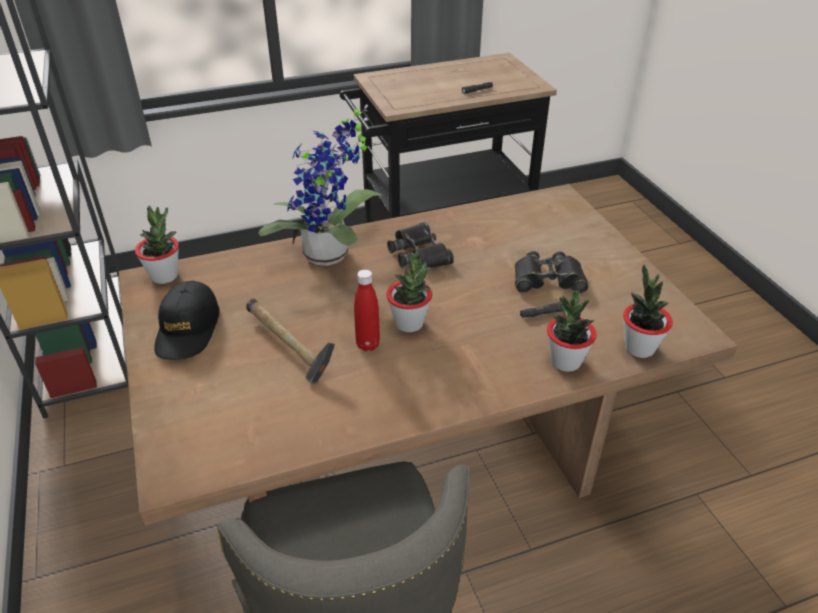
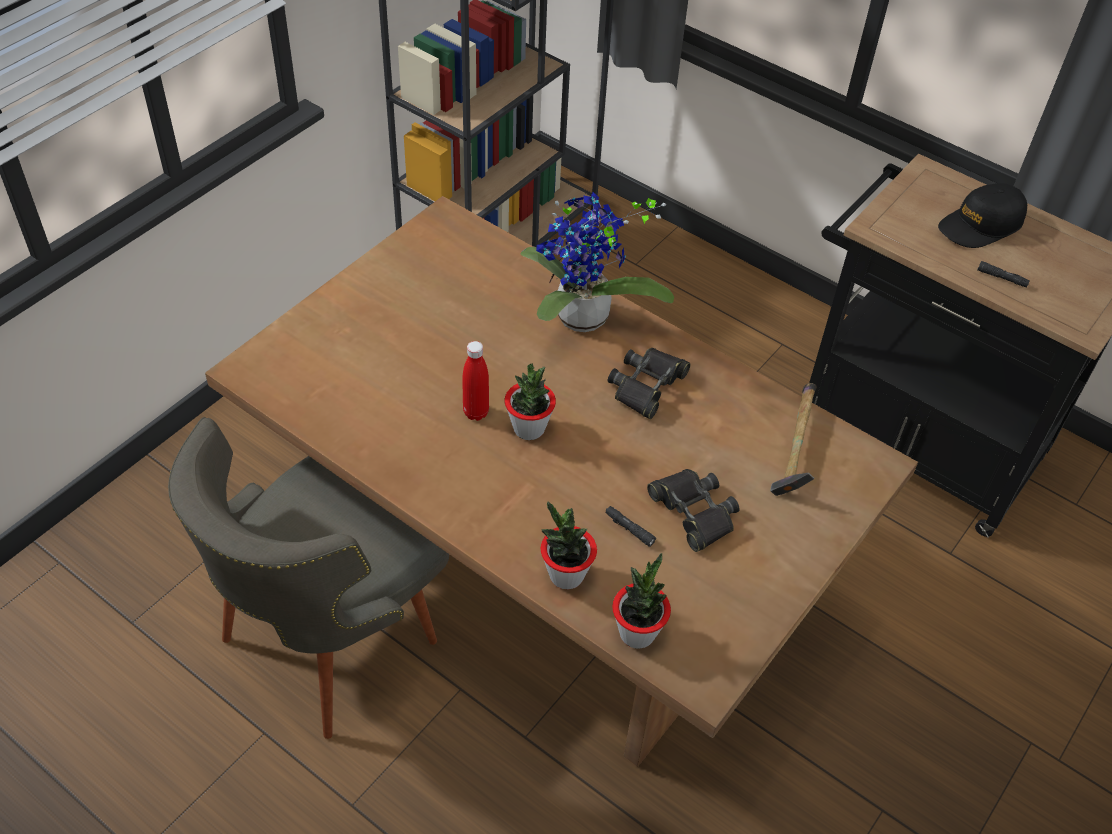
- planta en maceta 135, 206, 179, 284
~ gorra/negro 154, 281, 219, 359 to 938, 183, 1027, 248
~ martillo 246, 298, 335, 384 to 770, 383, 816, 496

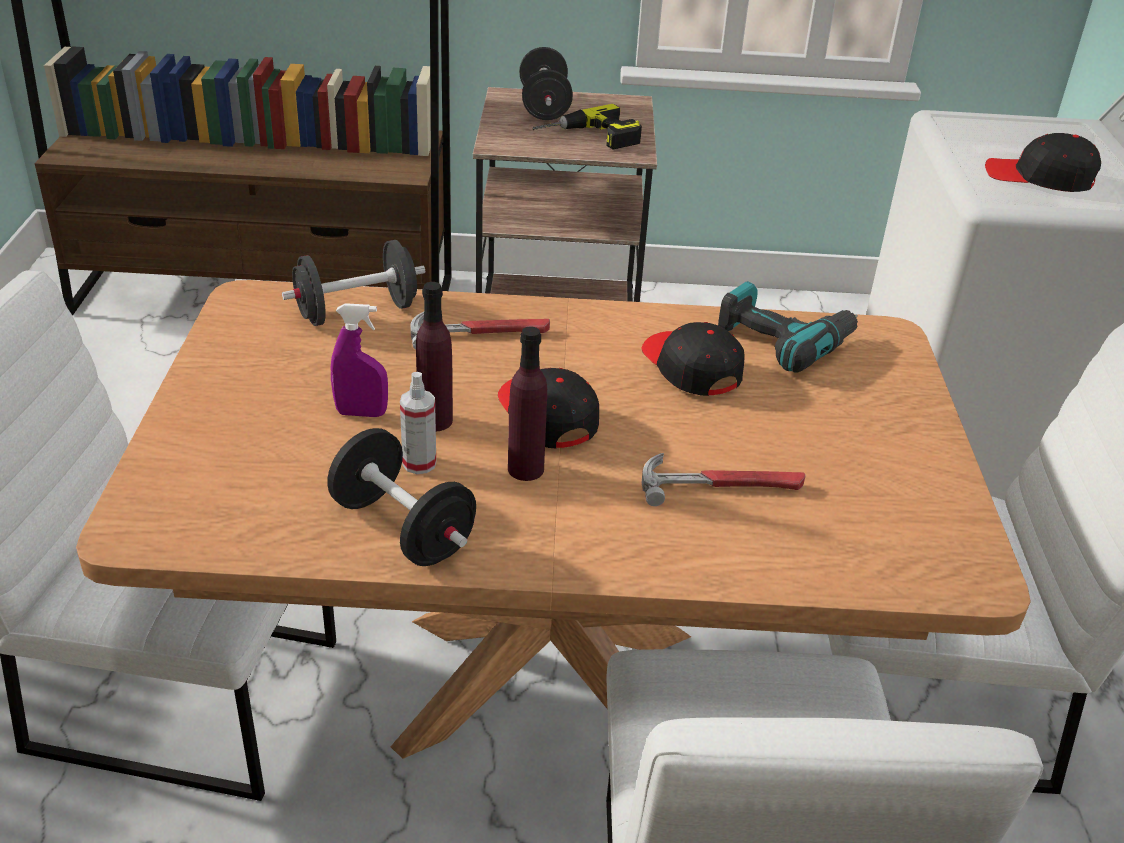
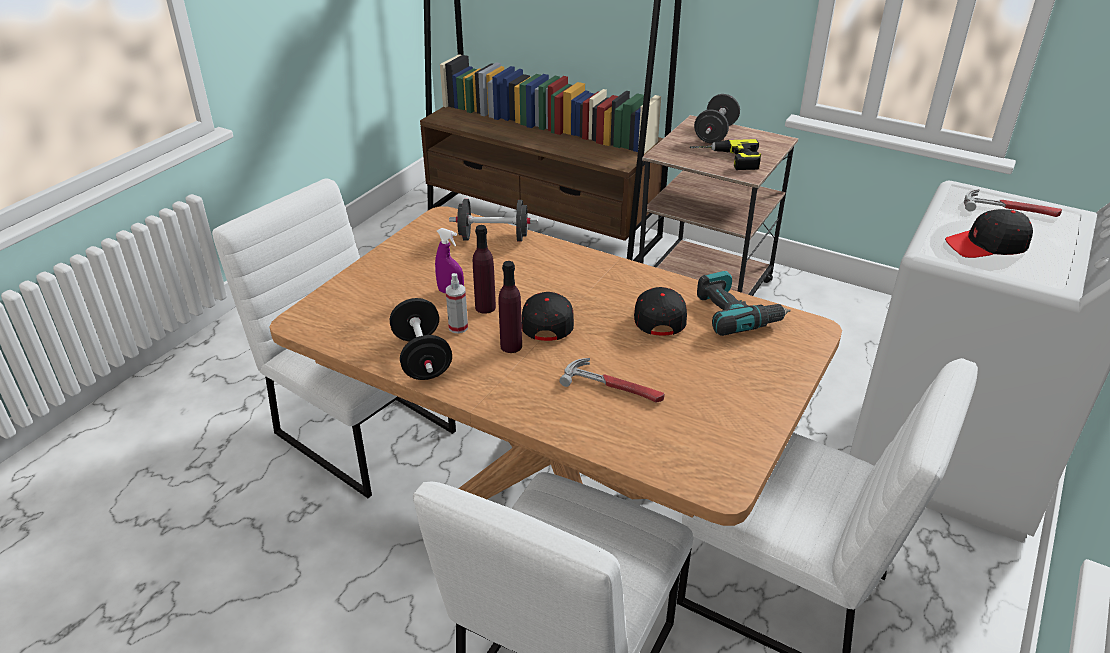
~ martillo 410, 312, 550, 350 to 964, 189, 1062, 217
~ gorra/negro 985, 133, 1101, 192 = 945, 209, 1033, 258 60 degrees counterclockwise

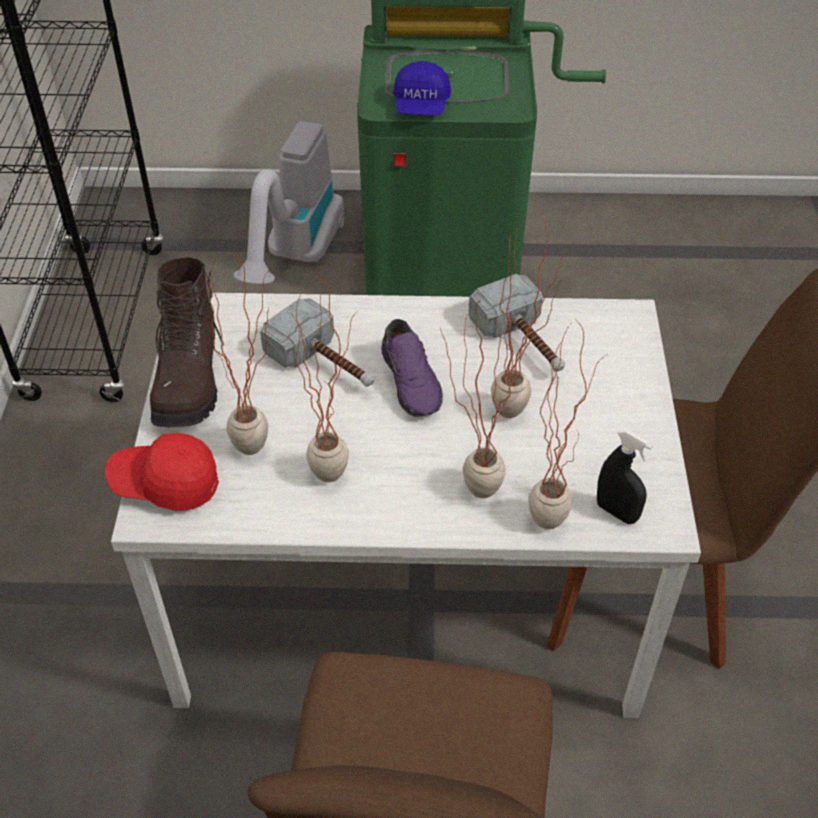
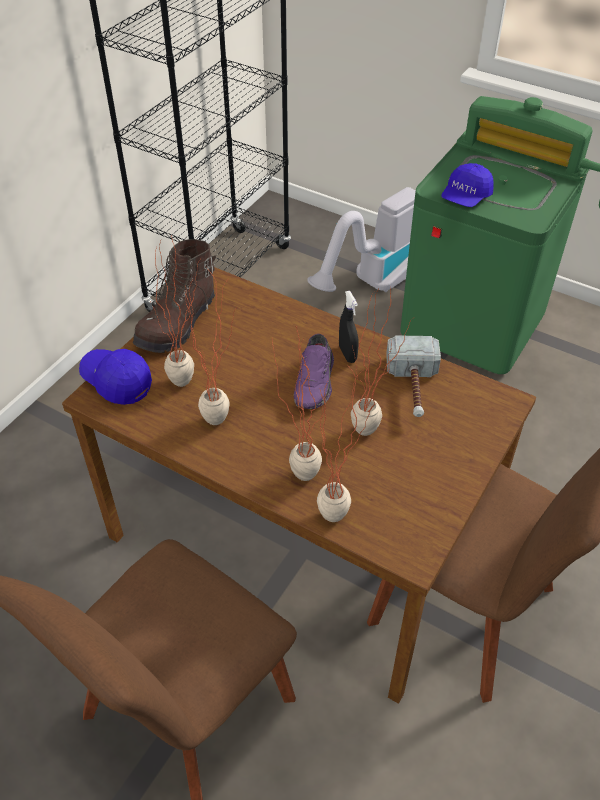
~ gorra/rojo 105, 433, 219, 511 to gorra/azul 79, 349, 152, 405
~ mesa de comedor/blanco 111, 293, 701, 718 to mesa de comedor/marrón 62, 267, 536, 704
- martillo 260, 298, 374, 387
~ pulverizador/negro 597, 429, 653, 524 to 339, 291, 359, 363

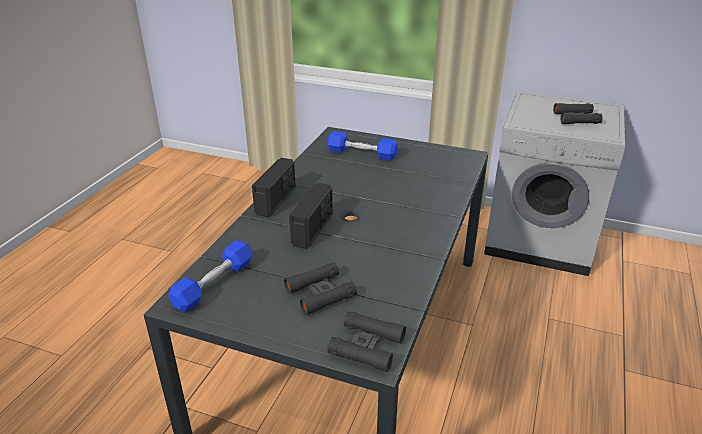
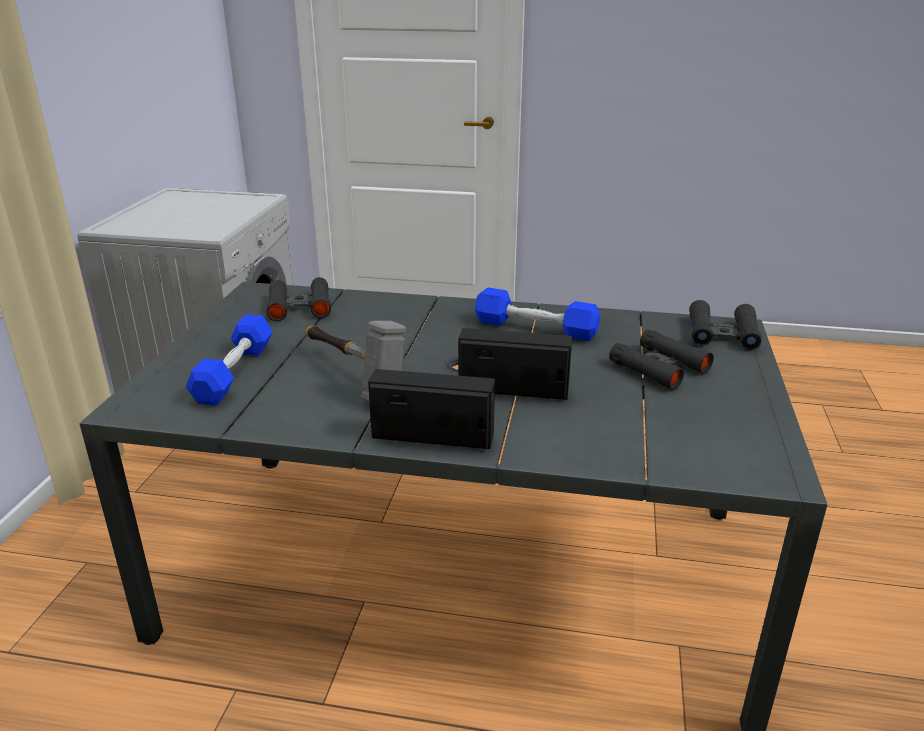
~ mancuerna/azul 168, 240, 252, 313 to 475, 288, 600, 341
~ prismáticos/negro 553, 103, 603, 124 to 266, 277, 331, 321
+ martillo 306, 321, 406, 402

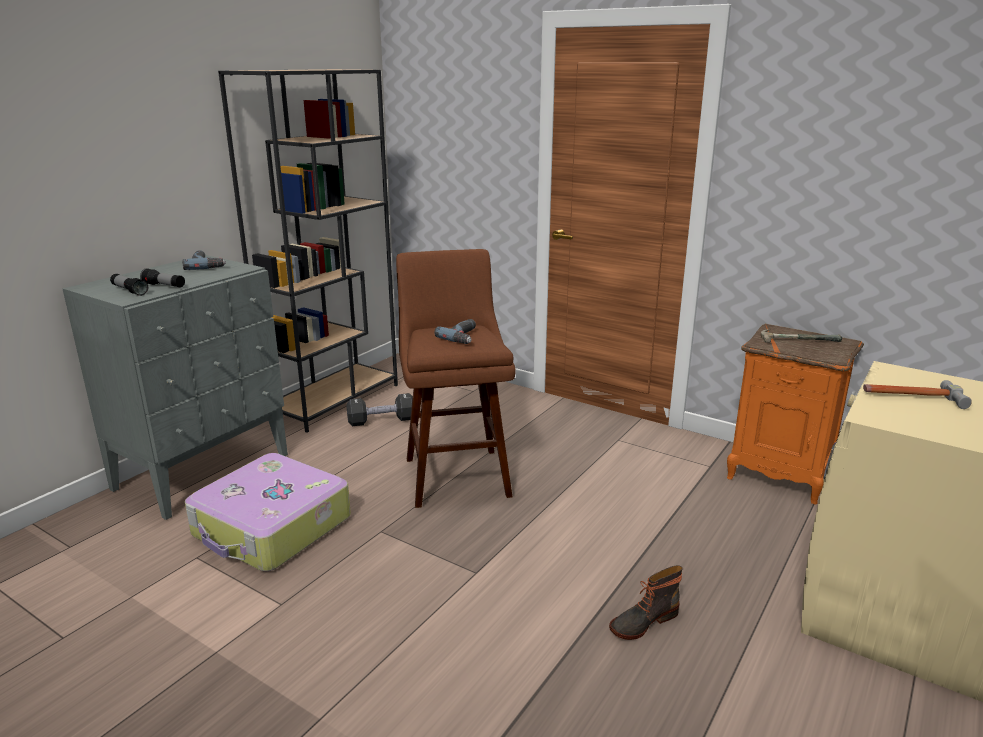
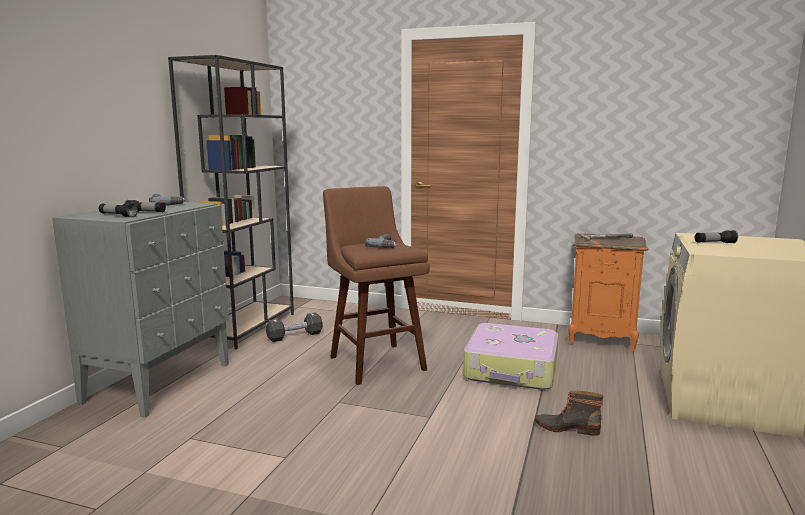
~ maleta 185, 453, 351, 571 to 463, 323, 559, 390
~ bota 609, 565, 683, 640 = 535, 391, 603, 436 60 degrees clockwise
~ martillo 863, 380, 972, 409 to linterna 695, 230, 738, 243

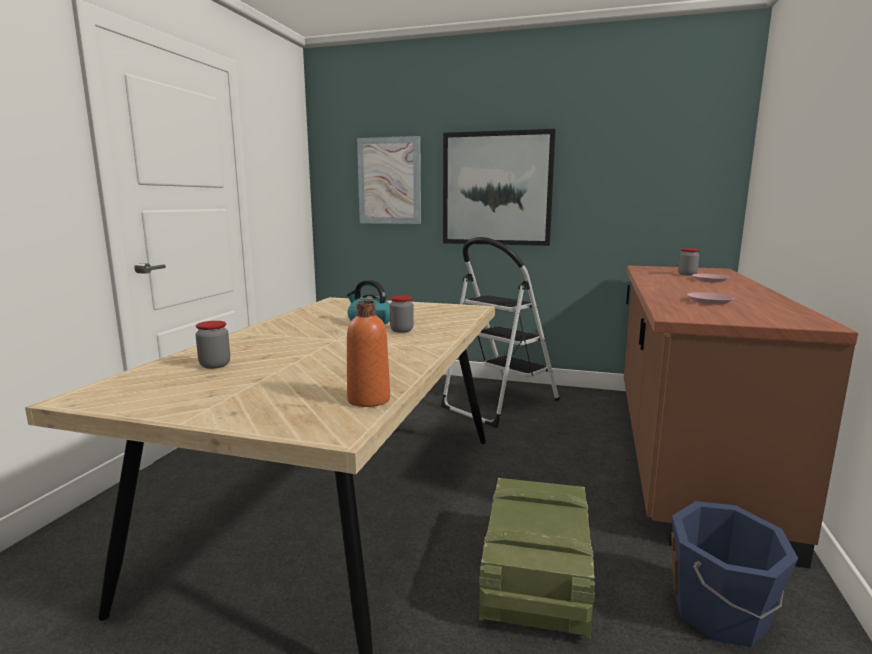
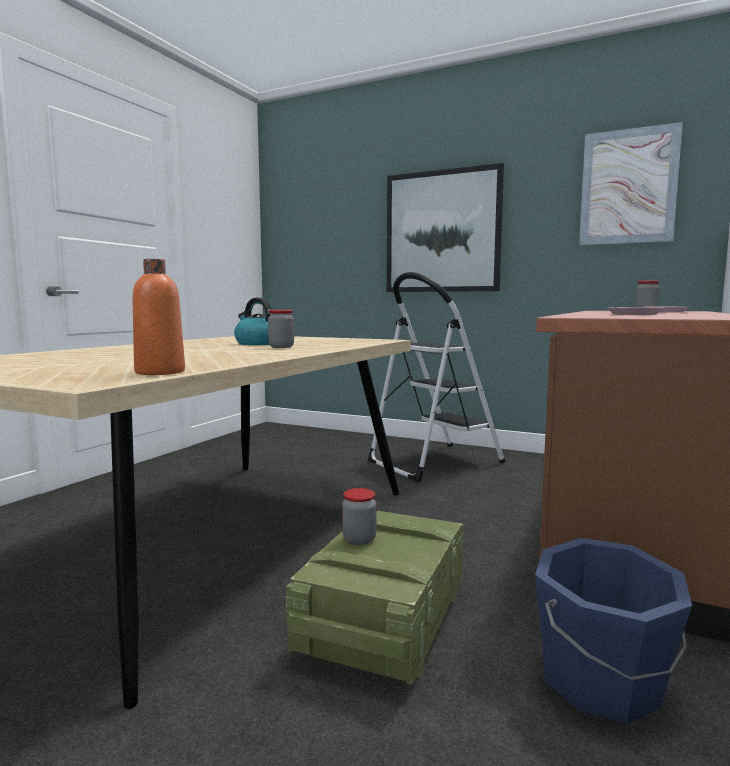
~ tarro 196, 321, 230, 369 to 342, 488, 376, 545
~ cuadro 357, 136, 421, 224 to 579, 122, 683, 245

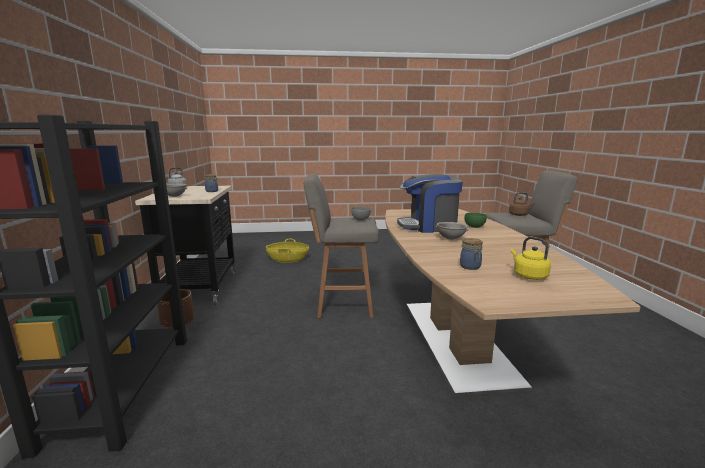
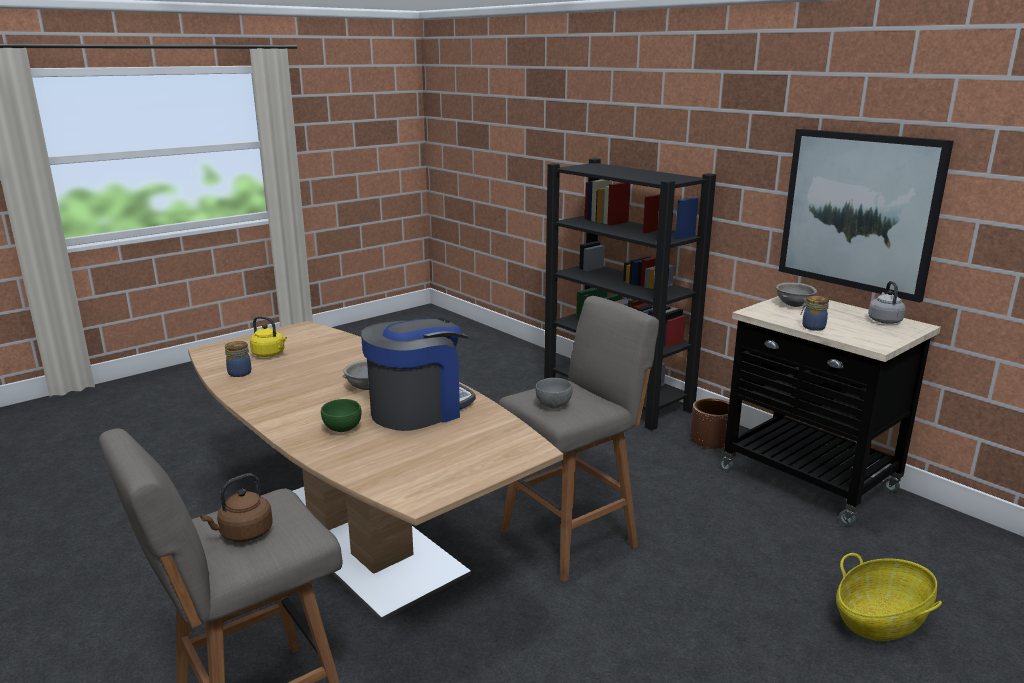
~ tarro 460, 238, 483, 270 to 225, 341, 251, 377
+ cuadro 779, 129, 954, 303

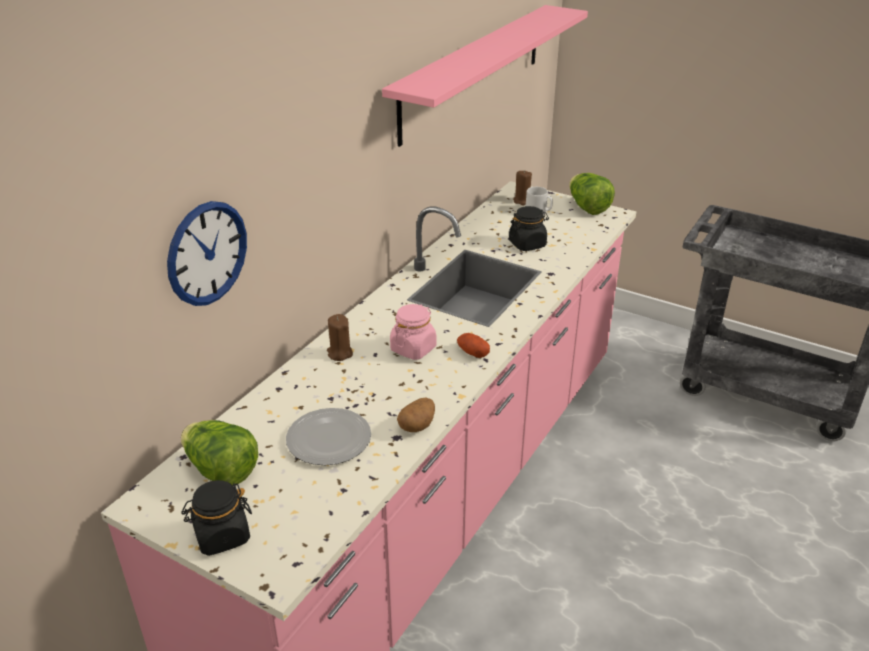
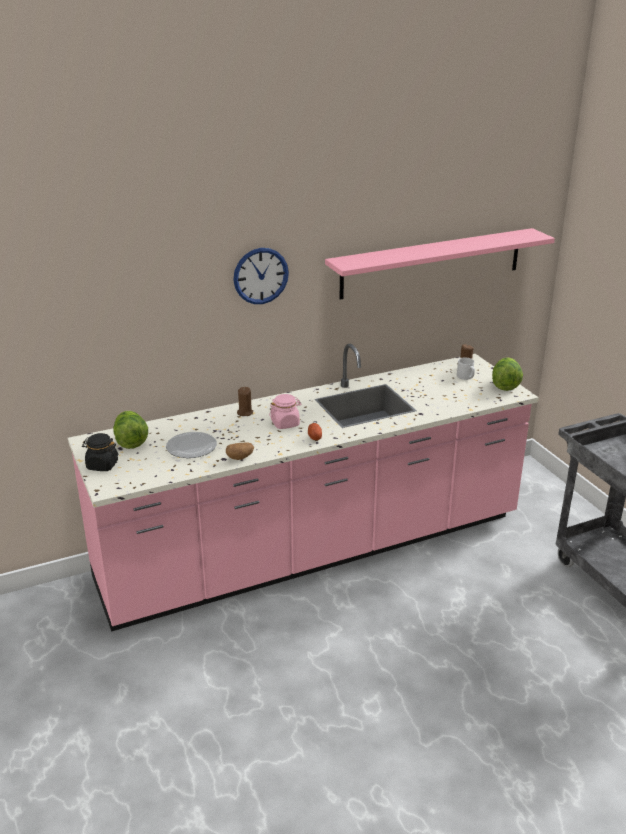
~ reloj de pared 167, 201, 247, 306 to 233, 248, 289, 304
- tarro/negro 509, 206, 549, 251

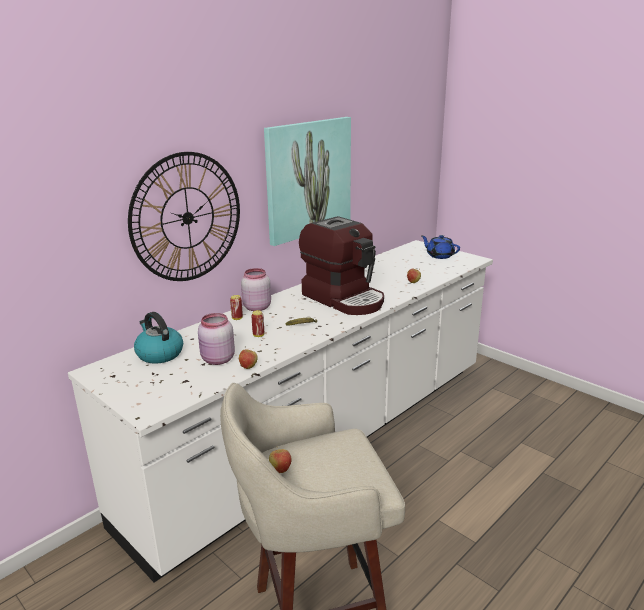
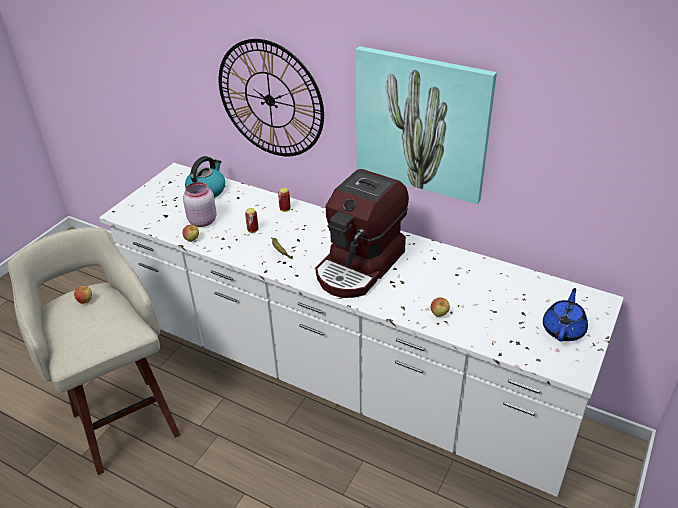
- tarro/rosa 241, 268, 271, 311

